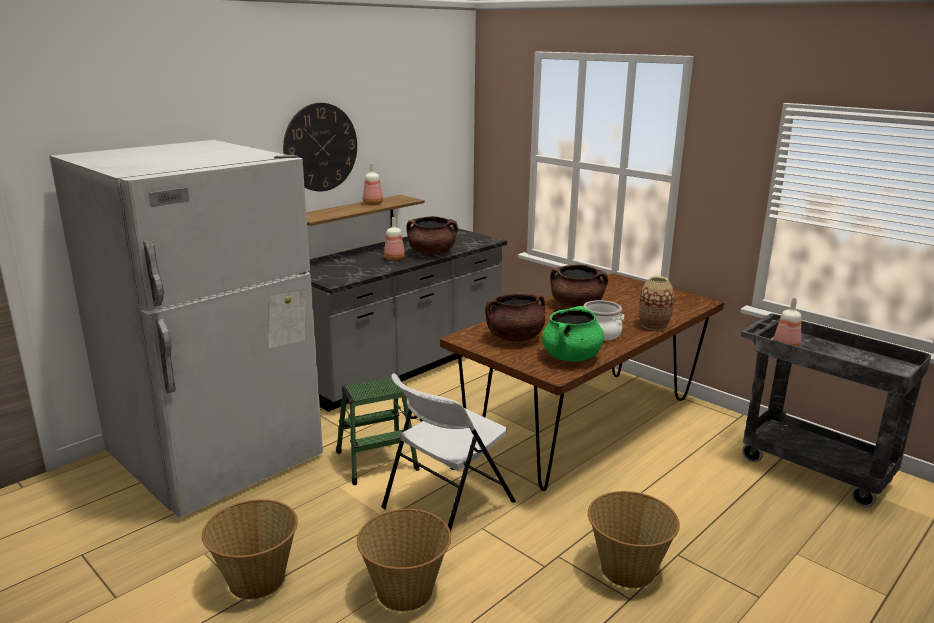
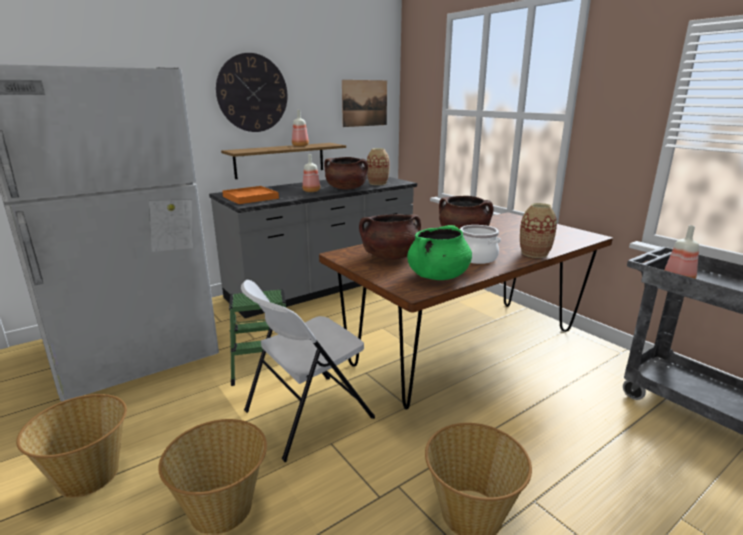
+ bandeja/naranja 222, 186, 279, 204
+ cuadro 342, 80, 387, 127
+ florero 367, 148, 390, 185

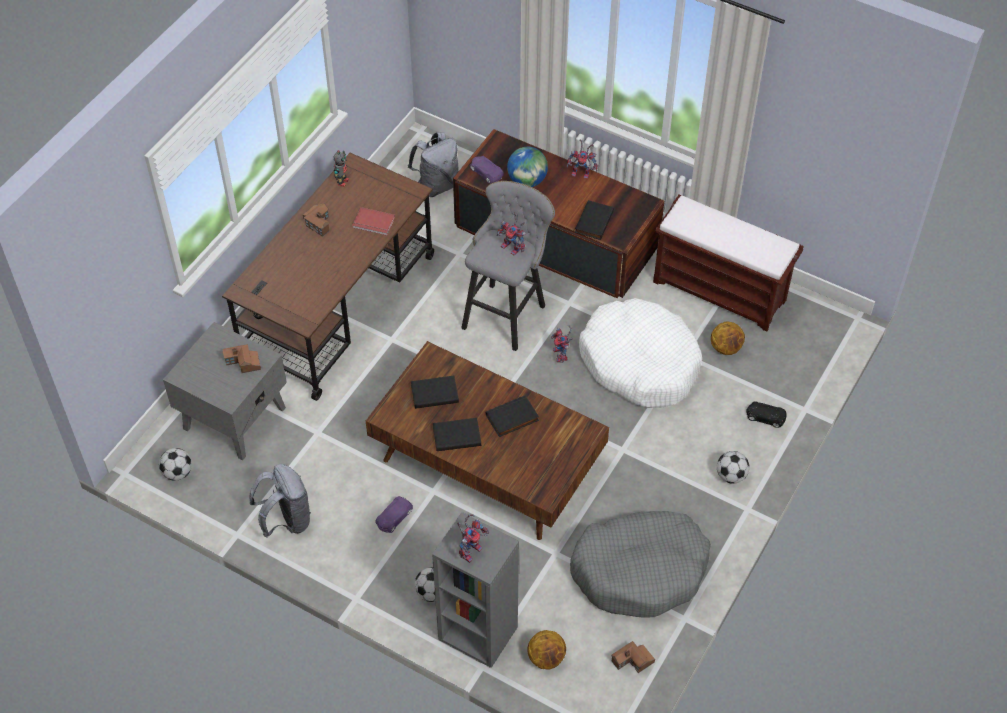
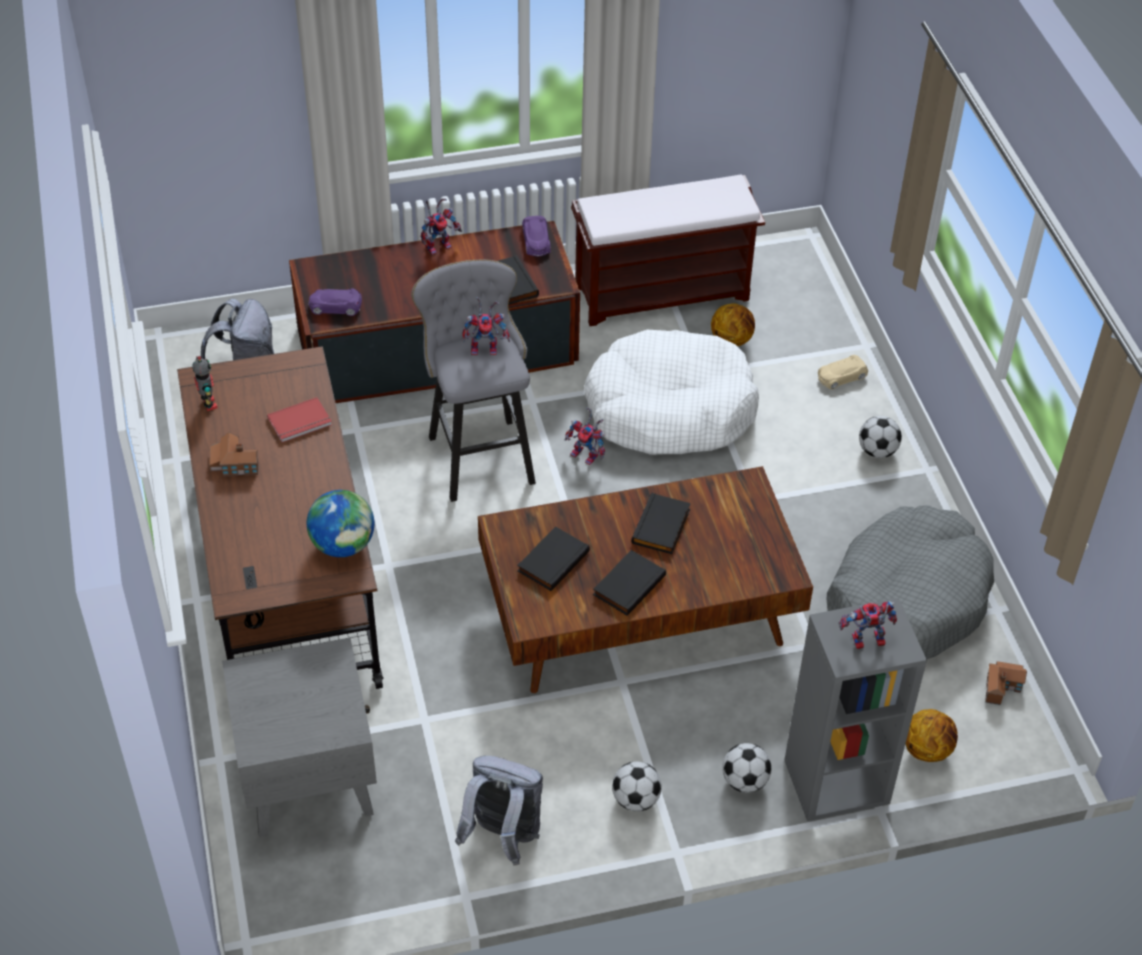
~ balón de fútbol 159, 448, 192, 481 to 612, 761, 662, 811
- casita 222, 344, 261, 373
~ coche de juguete/morado 375, 496, 413, 533 to 522, 216, 551, 256
~ robot de juguete 457, 514, 489, 563 = 838, 601, 897, 649 90 degrees counterclockwise
~ globo terráqueo 507, 147, 548, 187 to 307, 490, 374, 557
~ coche de juguete/negro 746, 401, 787, 428 to coche de juguete/beis 818, 355, 868, 390

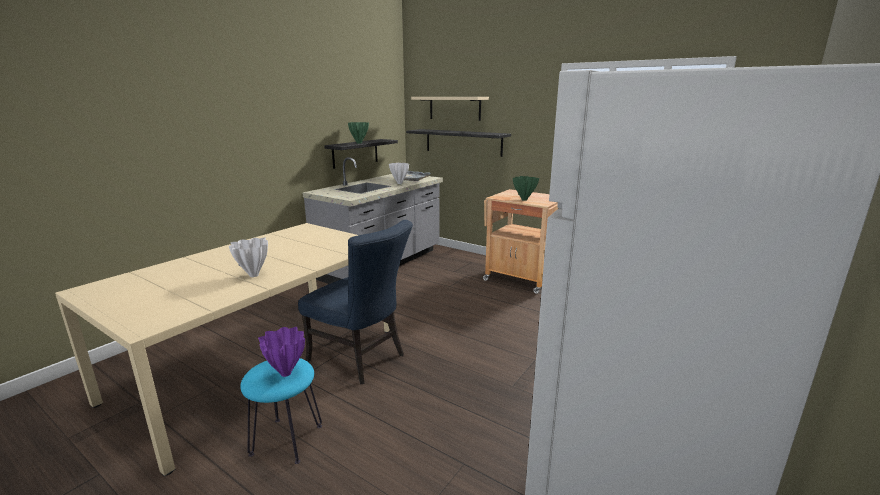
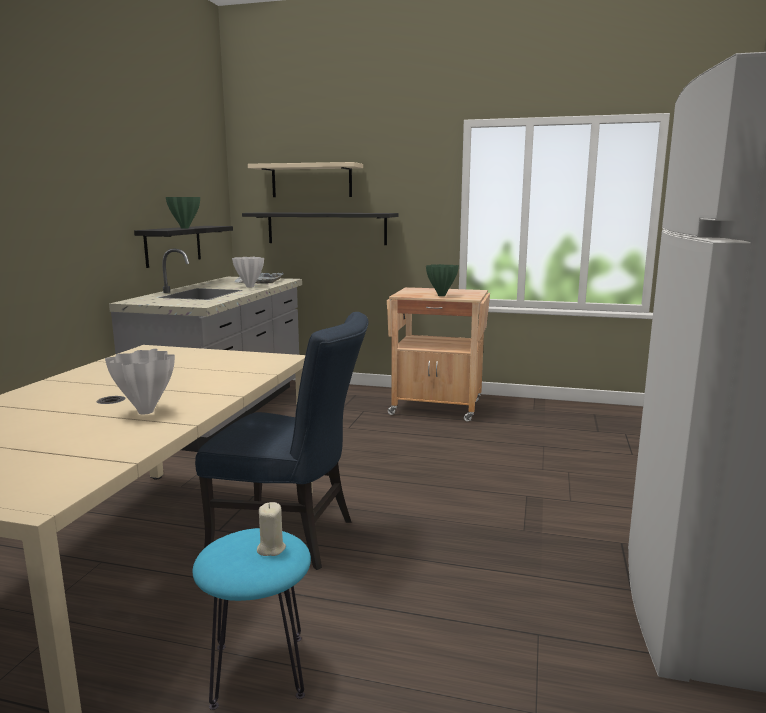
~ florero/morado 258, 327, 305, 377 to vela/beis 257, 502, 286, 556

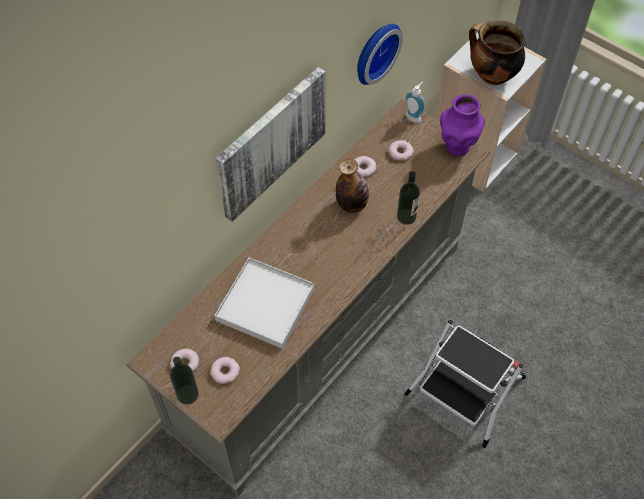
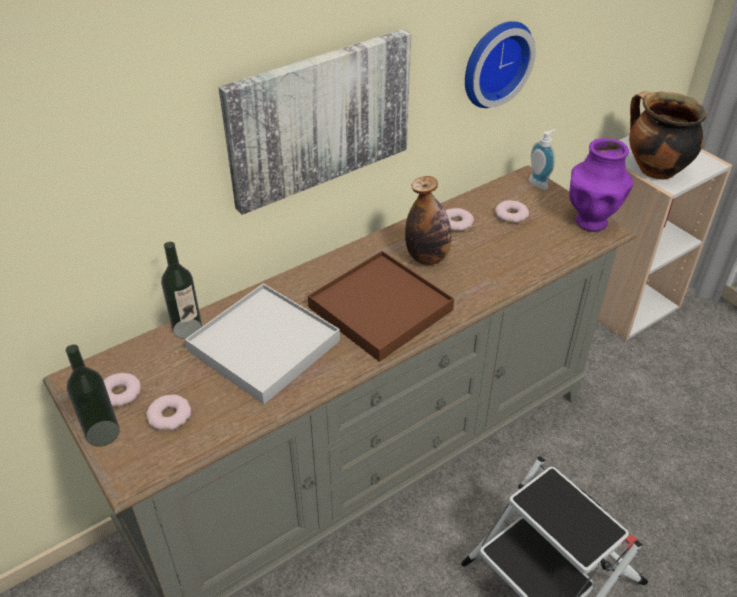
~ botella 397, 171, 420, 225 to 161, 242, 202, 339
+ bandeja/marrón 308, 251, 454, 362

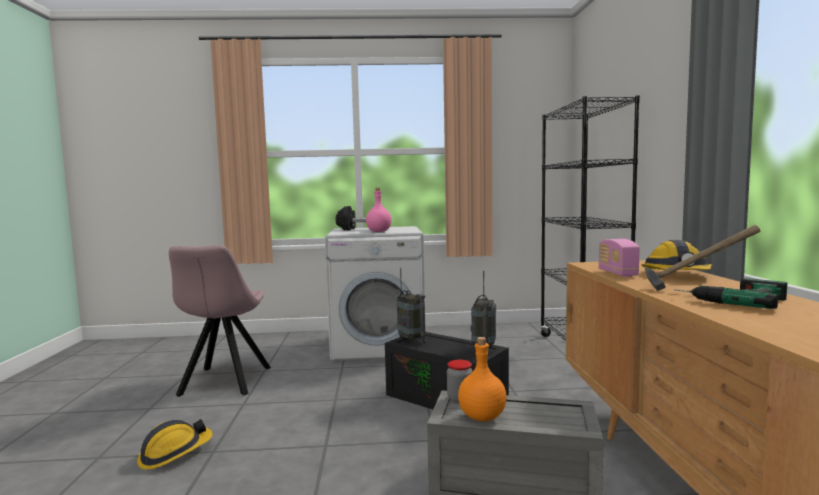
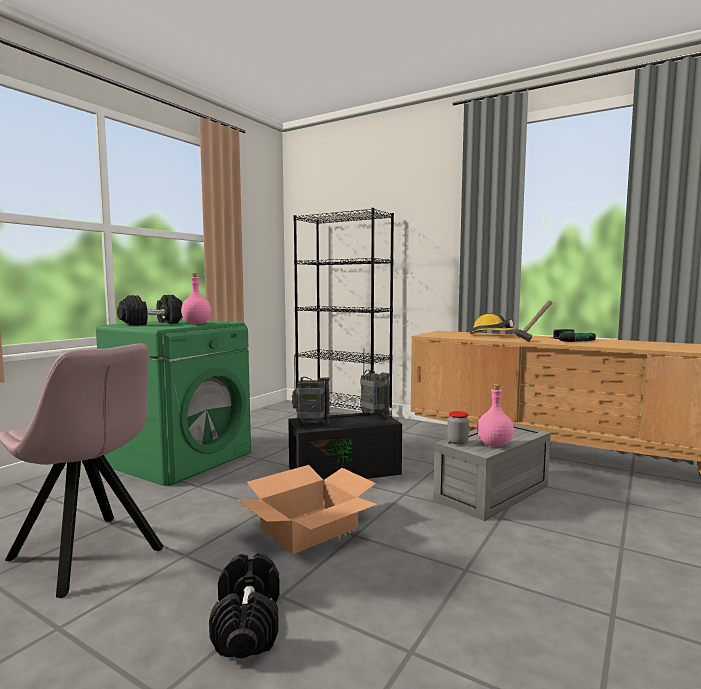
~ casco 137, 419, 213, 470 to mancuerna/negro 209, 553, 280, 658
~ lavadora/blanco 325, 226, 426, 361 to lavadora/verde 96, 319, 251, 486
~ botella/naranja 458, 337, 506, 422 to botella/rosa 477, 384, 514, 447
- radio 599, 239, 640, 277
+ caja de cartón 237, 465, 378, 554

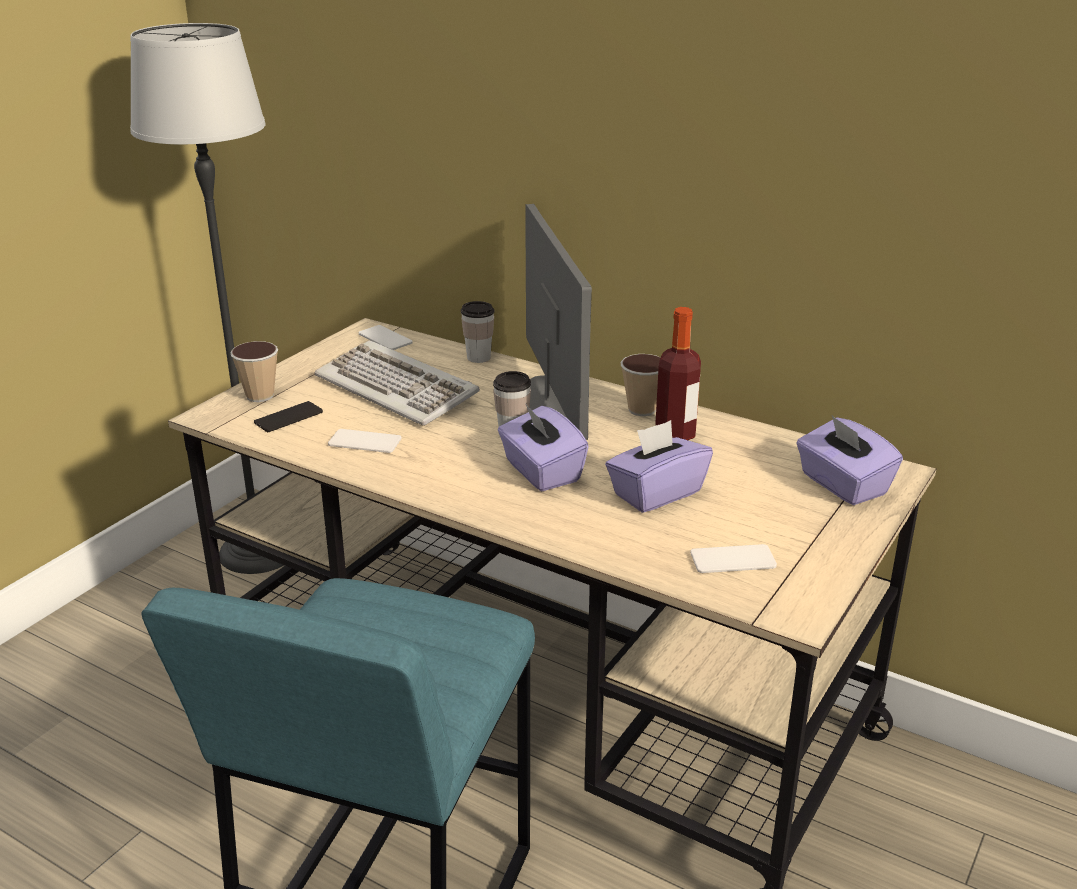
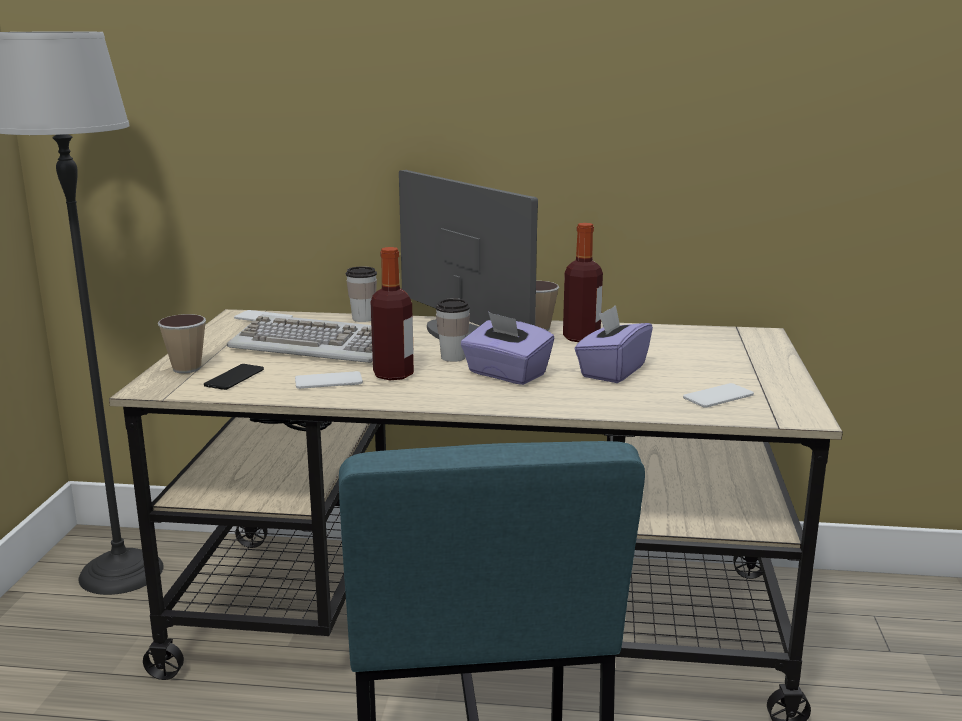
- caja de pañuelos/morado 796, 415, 903, 505
+ botella 371, 247, 414, 380

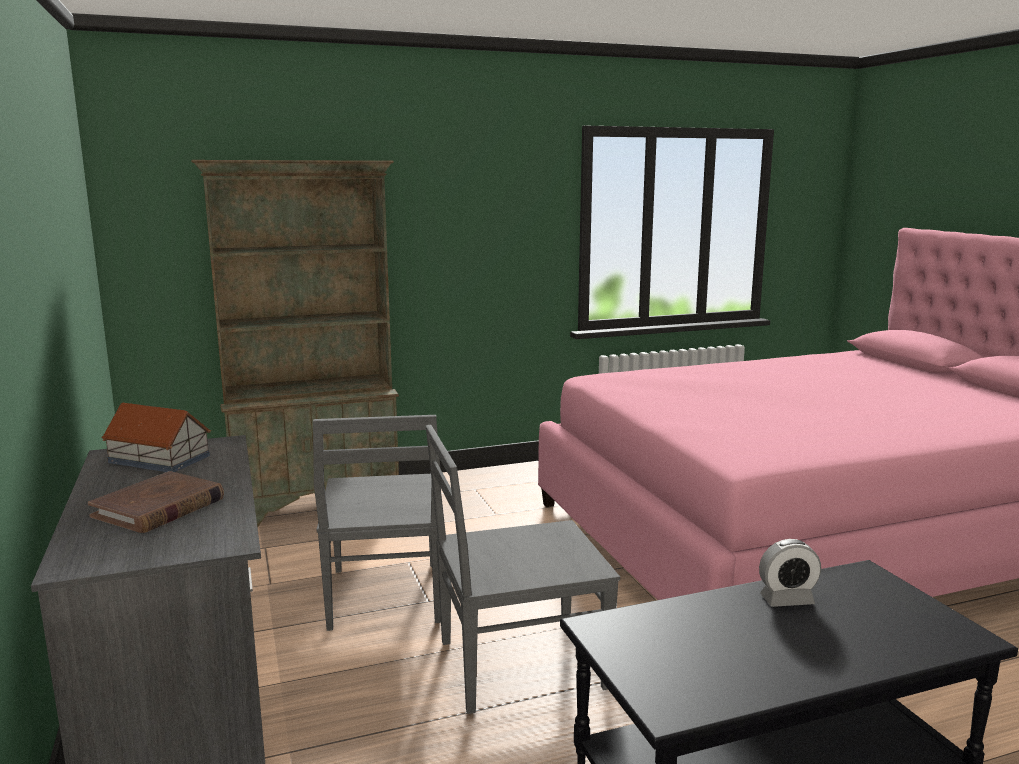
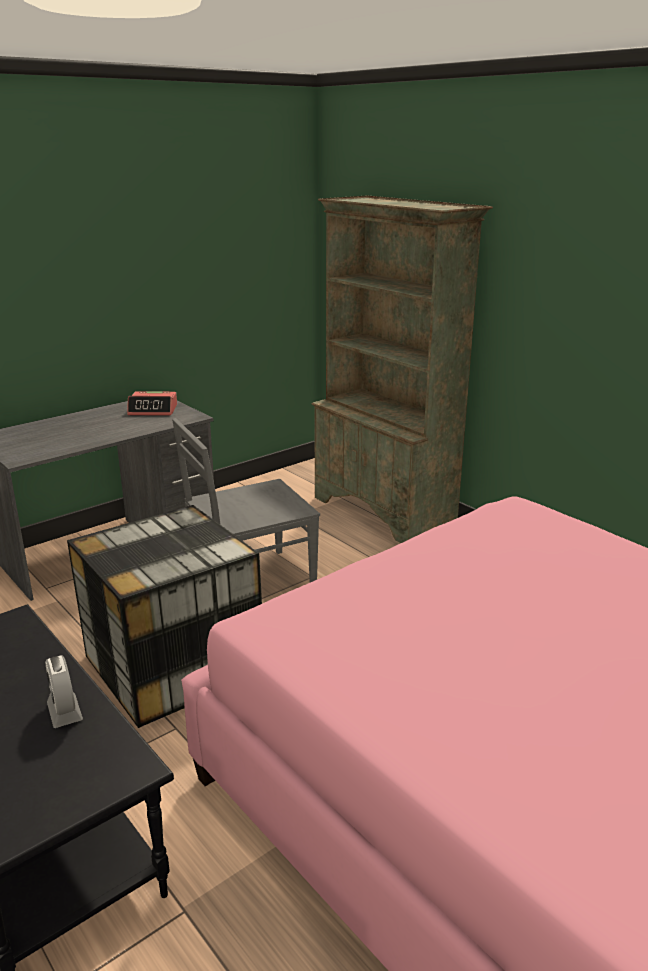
- libro/marrón 88, 471, 224, 533
~ casita 101, 403, 211, 472 to despertador 127, 392, 177, 416
~ silla/gris 426, 425, 620, 714 to caja de almacenaje 67, 505, 262, 728

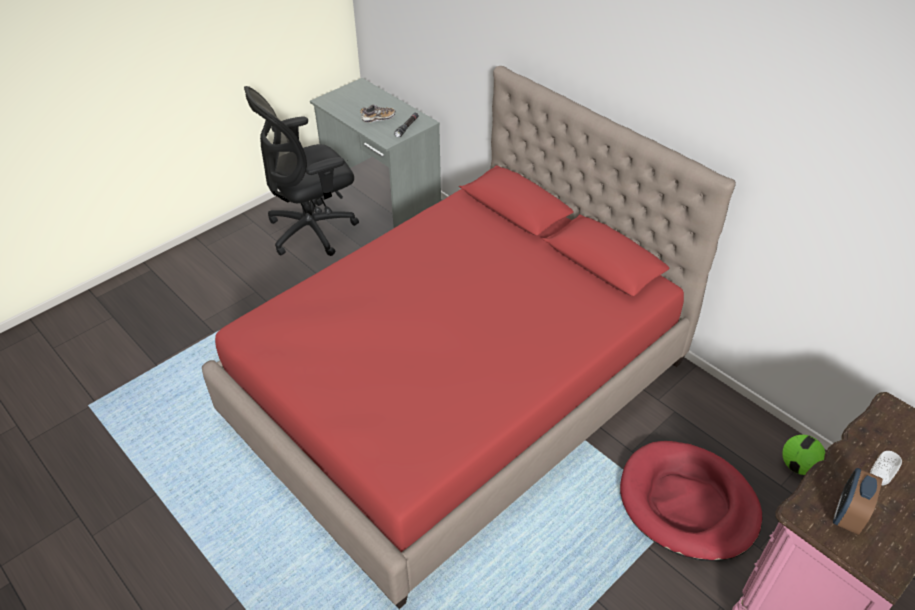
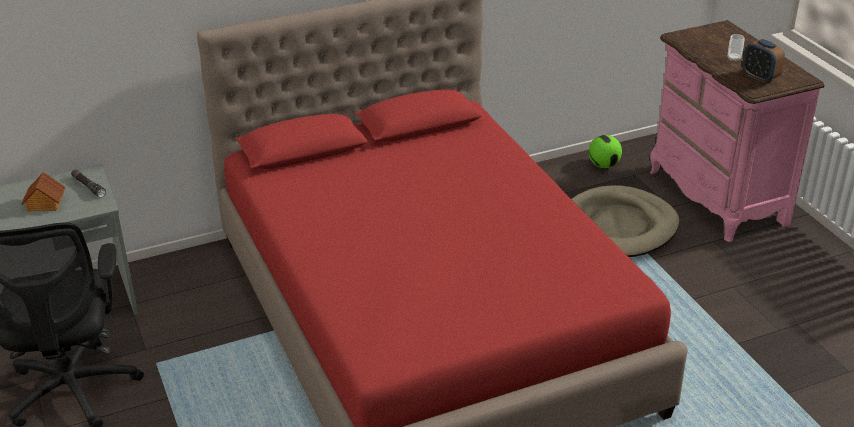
~ zapato 360, 104, 395, 123 to casita 21, 172, 66, 212
~ cama para perro/rojo 620, 441, 762, 561 to cama para perro/beis 572, 185, 679, 257

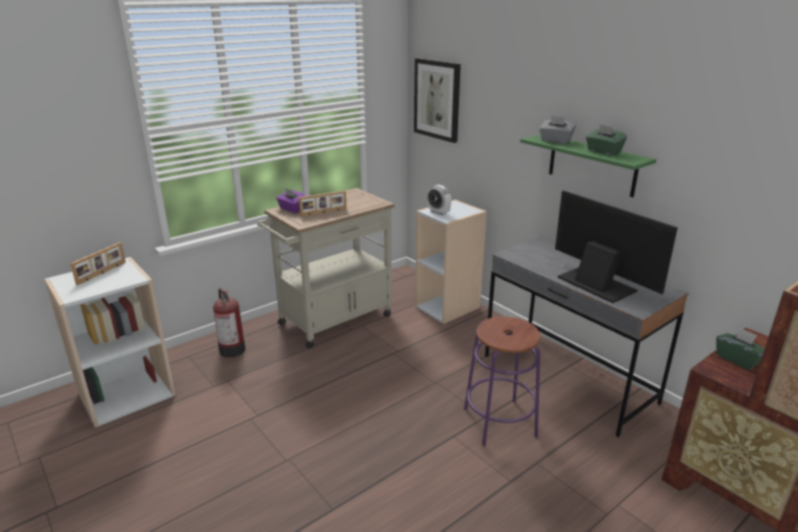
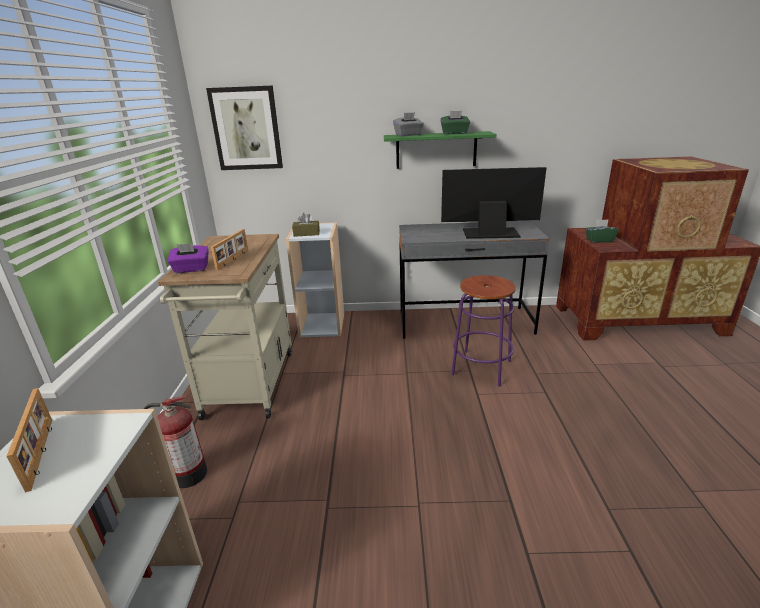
~ despertador 427, 185, 451, 215 to caja de pañuelos/marrón 292, 213, 320, 237

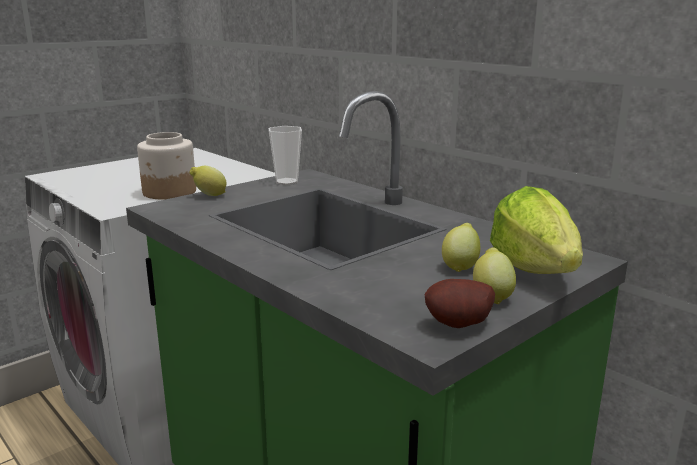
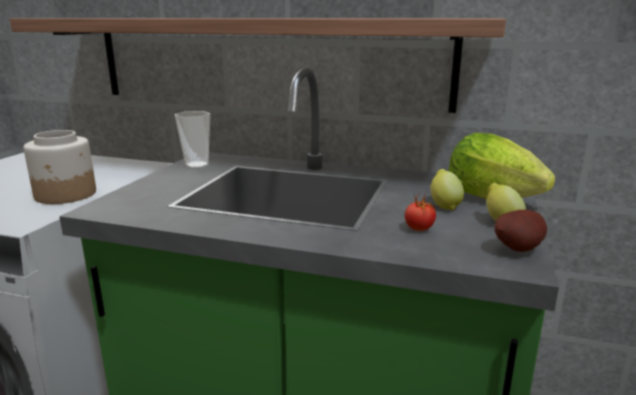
- limón 190, 166, 226, 196
+ estante 10, 18, 506, 113
+ tomate 405, 193, 436, 231

